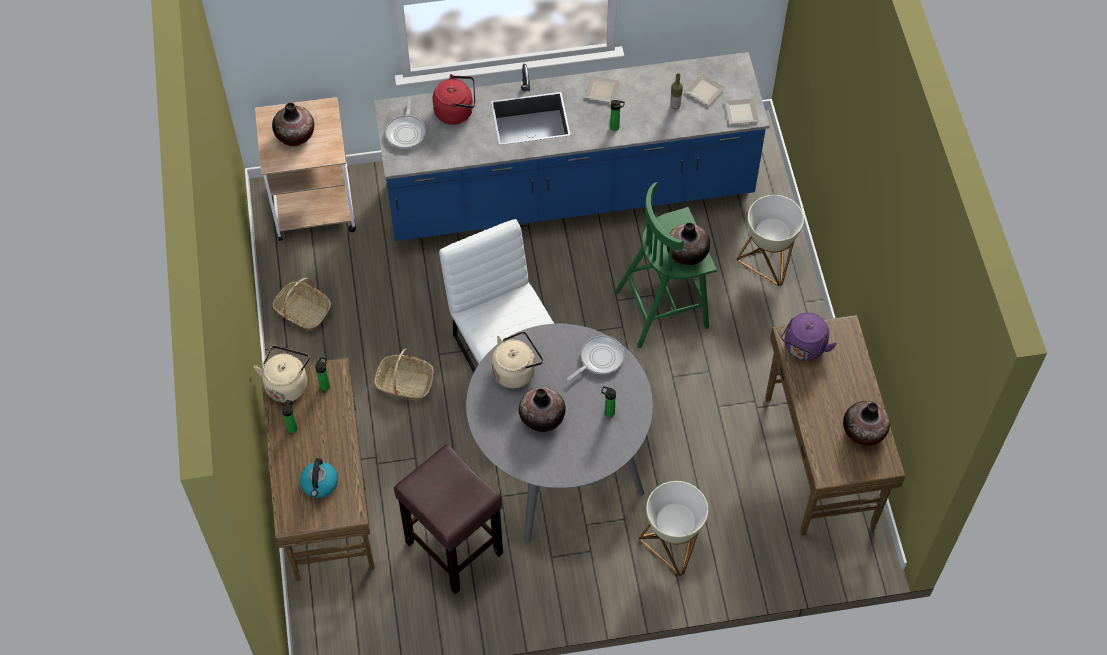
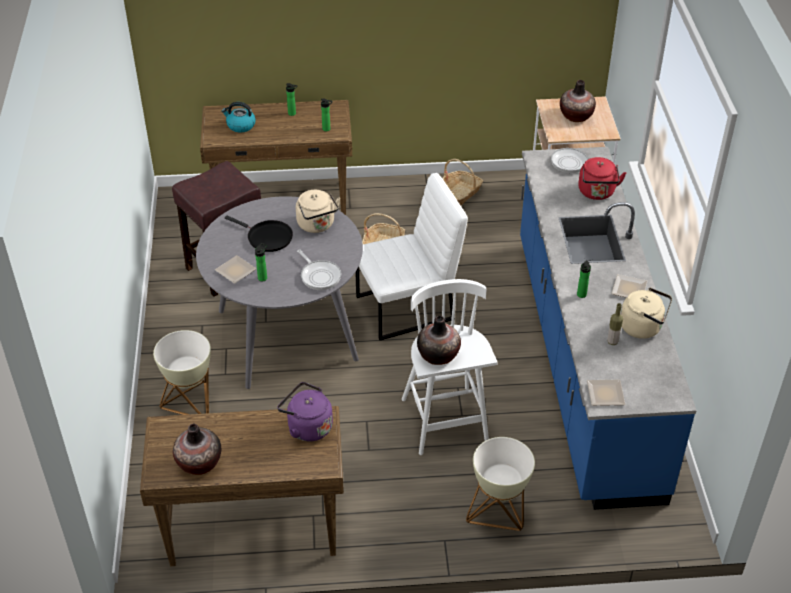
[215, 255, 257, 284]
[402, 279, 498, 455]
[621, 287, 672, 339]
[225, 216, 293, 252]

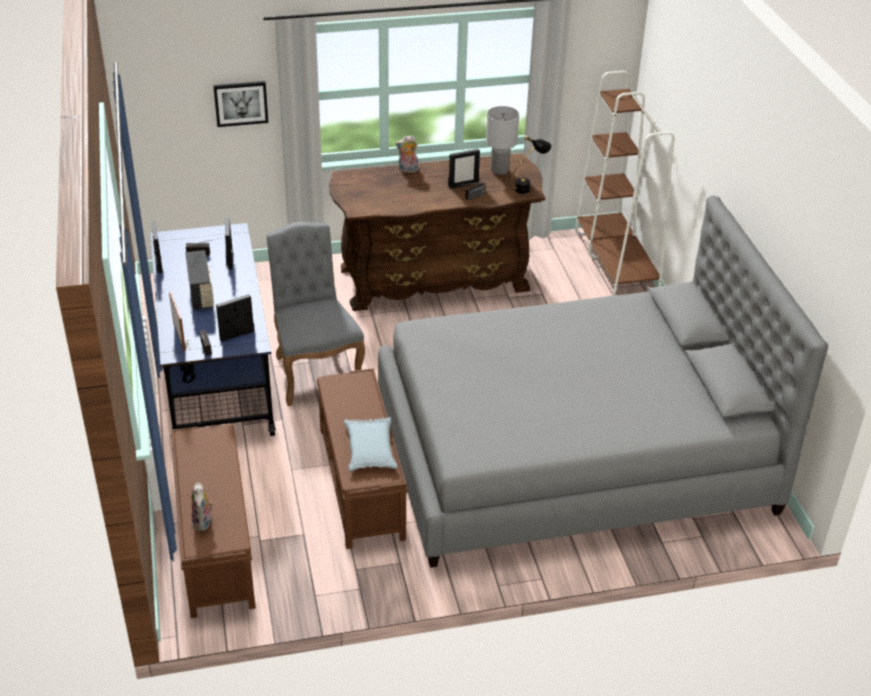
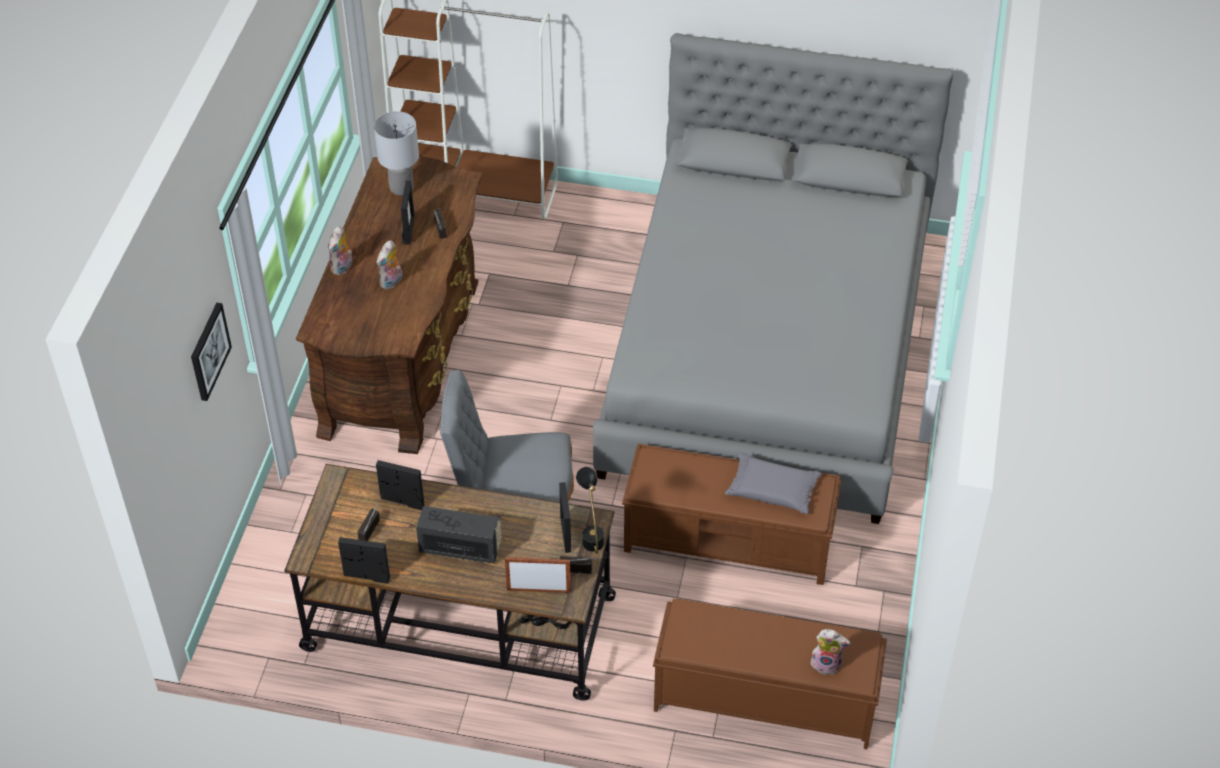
[576, 467, 604, 554]
[284, 464, 616, 701]
[725, 453, 822, 514]
[376, 240, 402, 289]

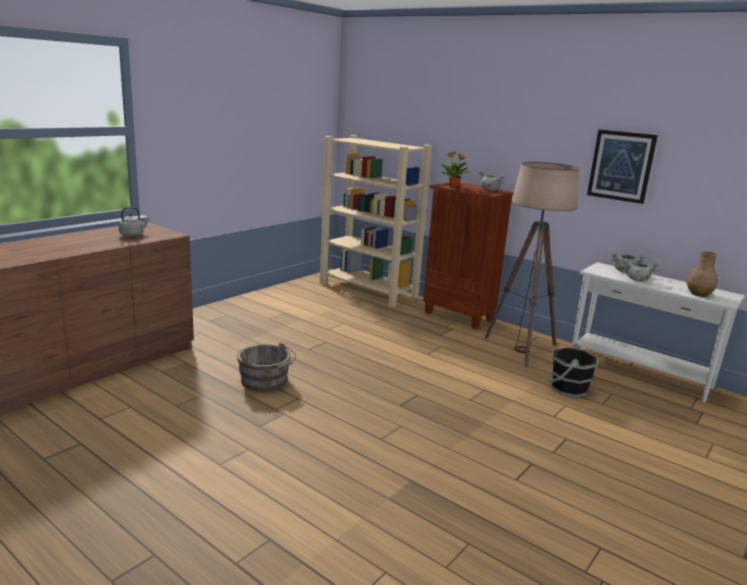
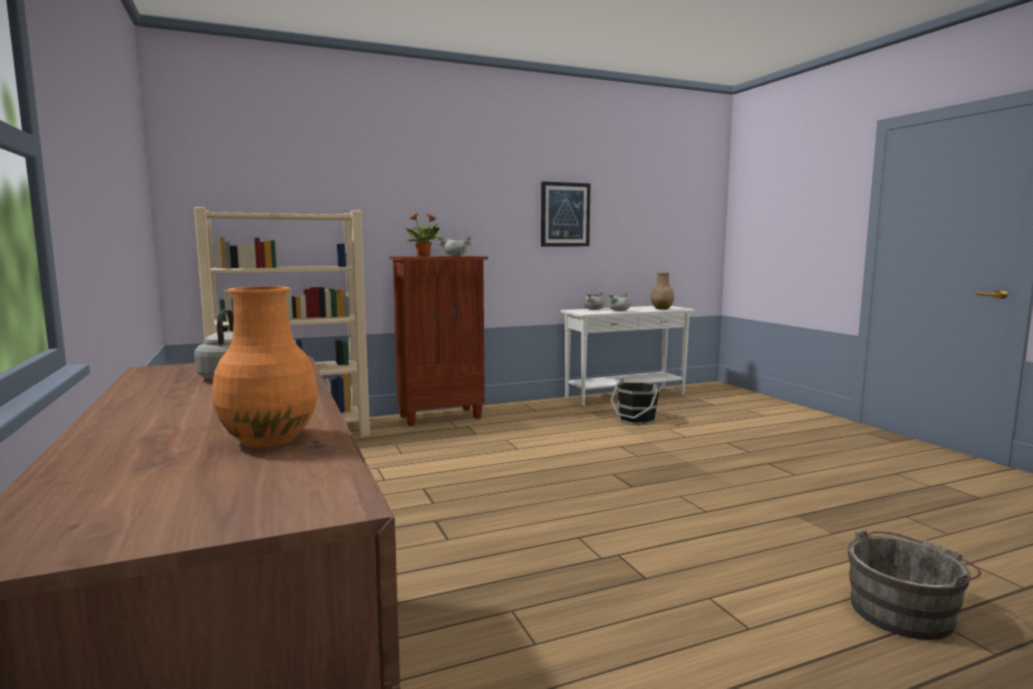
[485, 162, 579, 367] (first image)
[847, 529, 981, 640]
[212, 286, 318, 448]

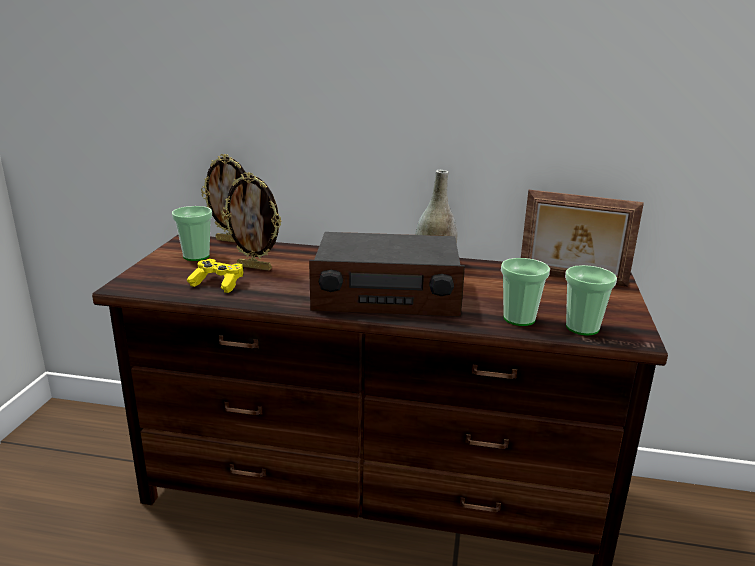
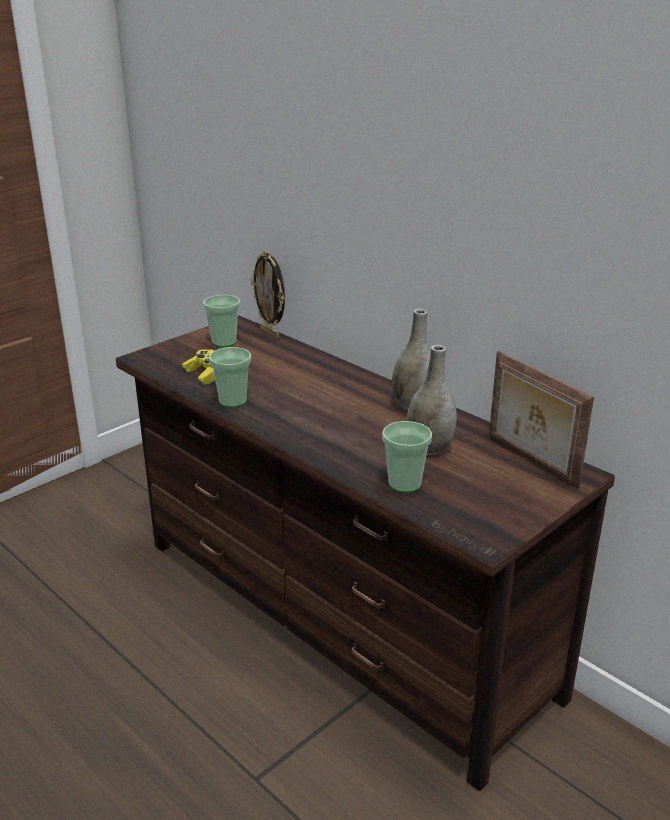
[221, 172, 281, 271] (first image)
[309, 232, 465, 317] (first image)
[209, 347, 251, 408]
[406, 345, 457, 455]

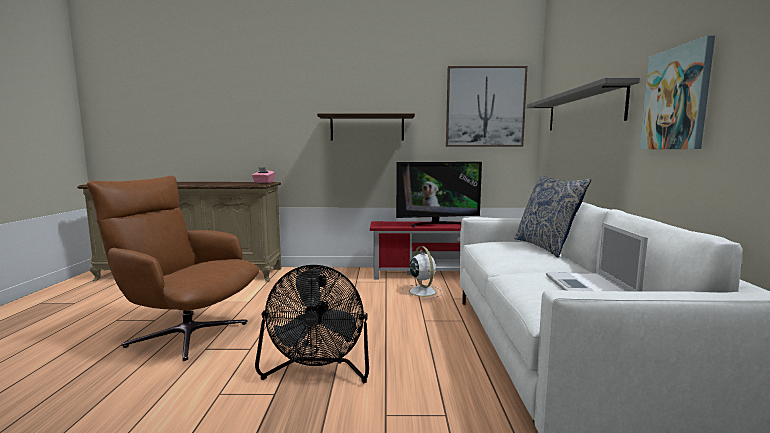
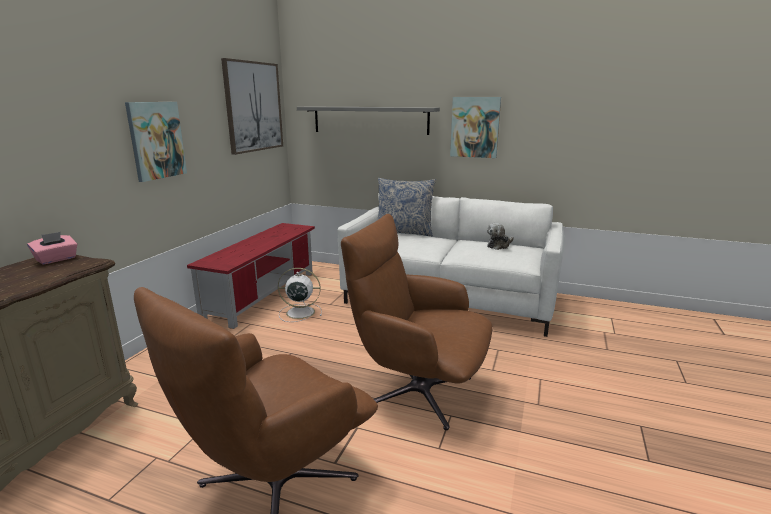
[125, 102, 187, 182]
[396, 162, 482, 227] (first image)
[487, 223, 514, 250]
[341, 214, 493, 430]

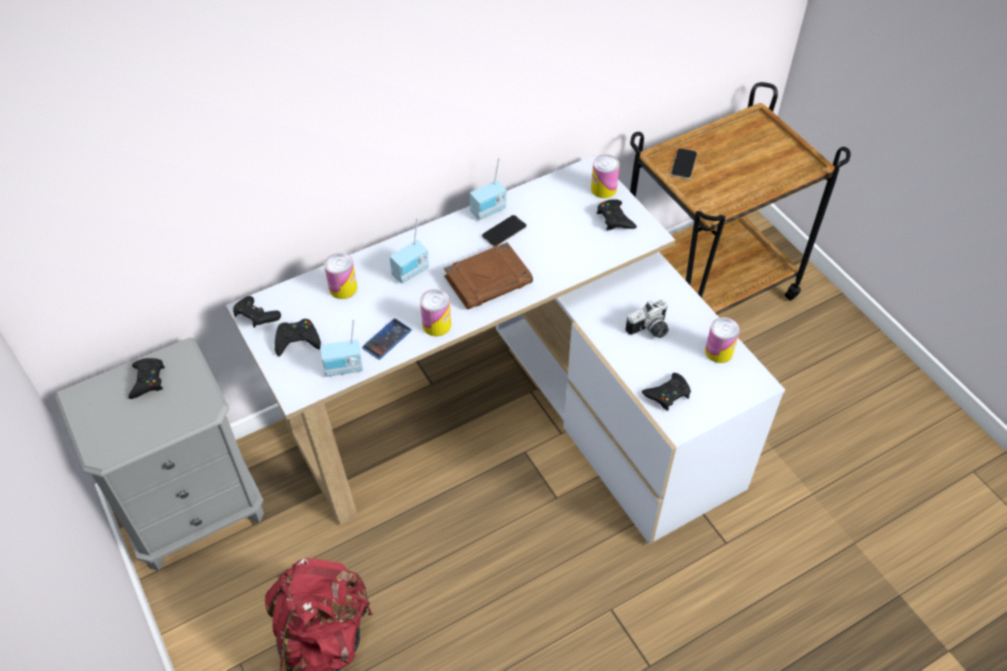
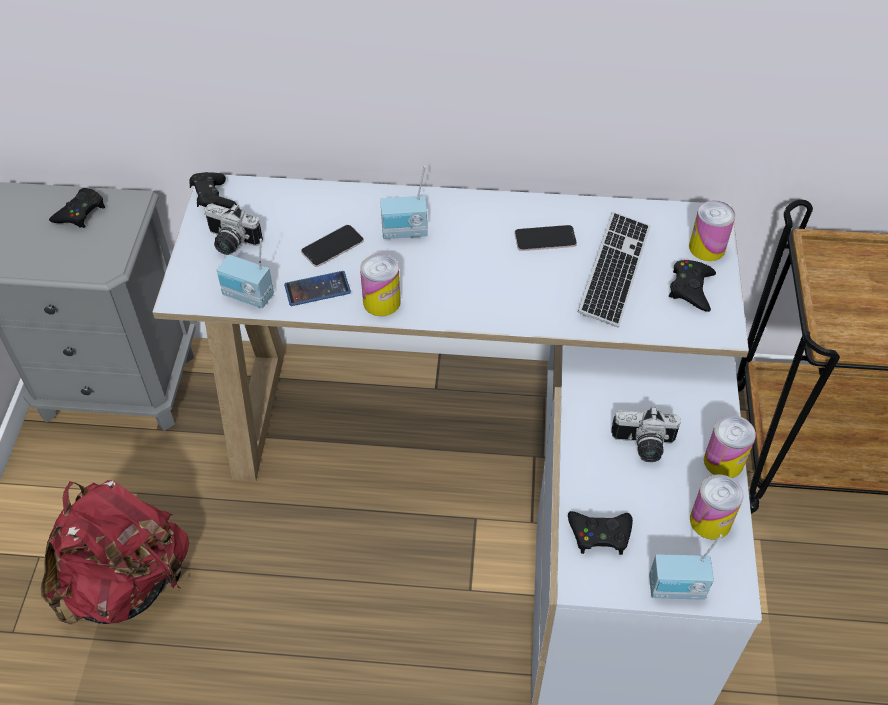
[301, 225, 364, 267]
[649, 534, 723, 600]
[444, 242, 533, 310] (first image)
[704, 415, 756, 478]
[204, 203, 263, 255]
[578, 212, 651, 327]

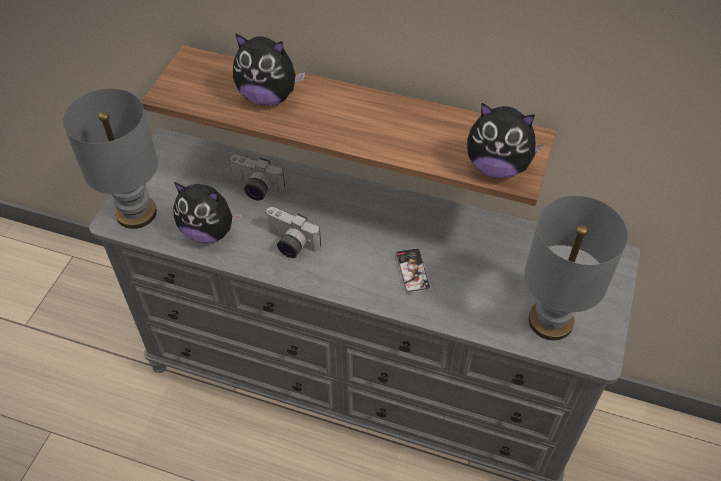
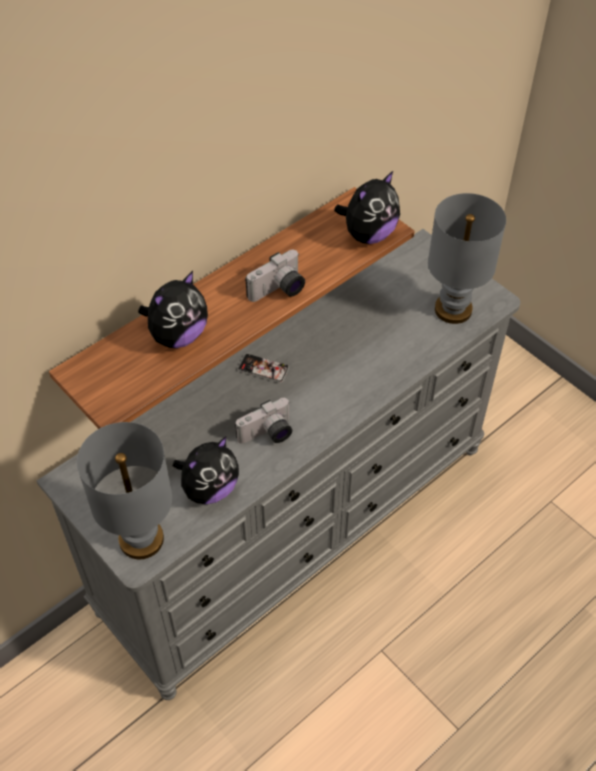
[245, 250, 305, 302]
[238, 354, 289, 383]

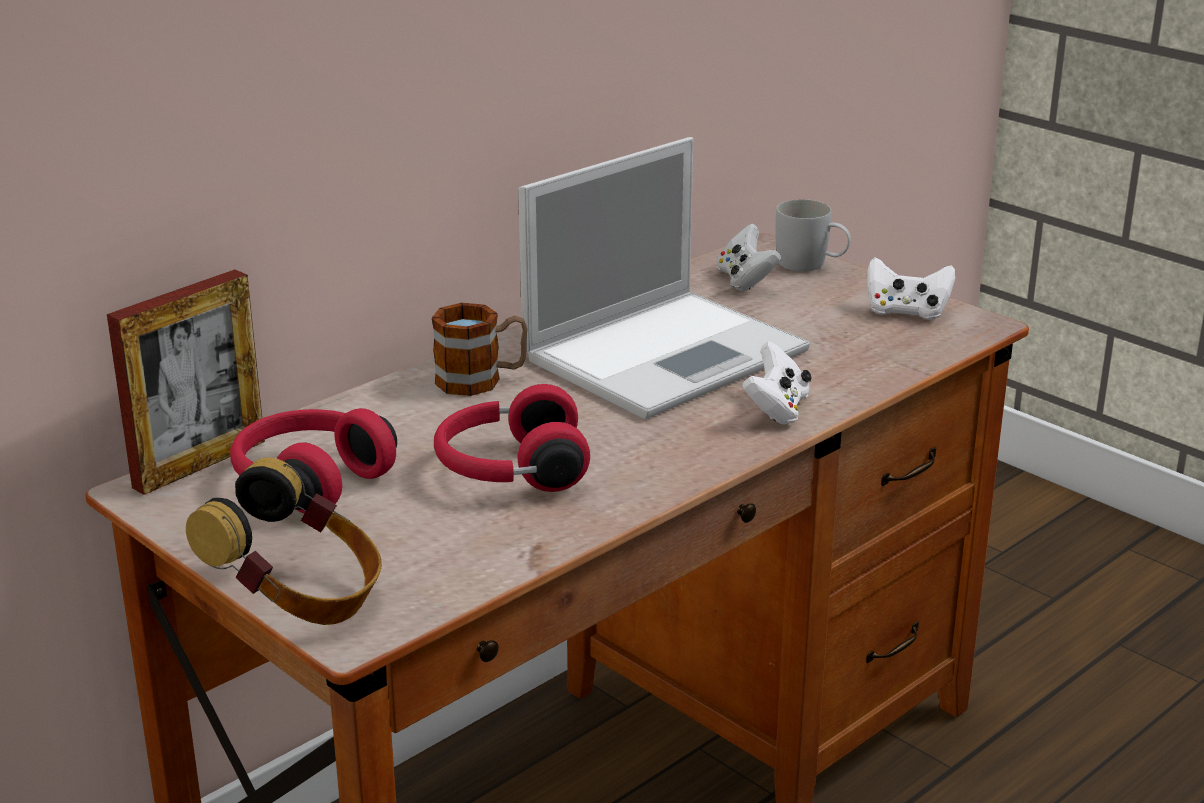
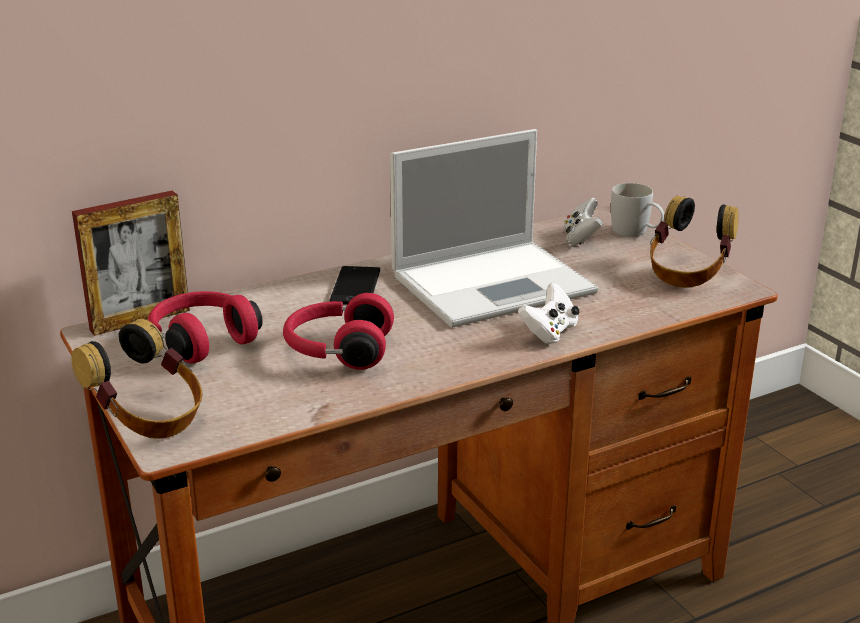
[650, 196, 738, 288]
[330, 266, 380, 305]

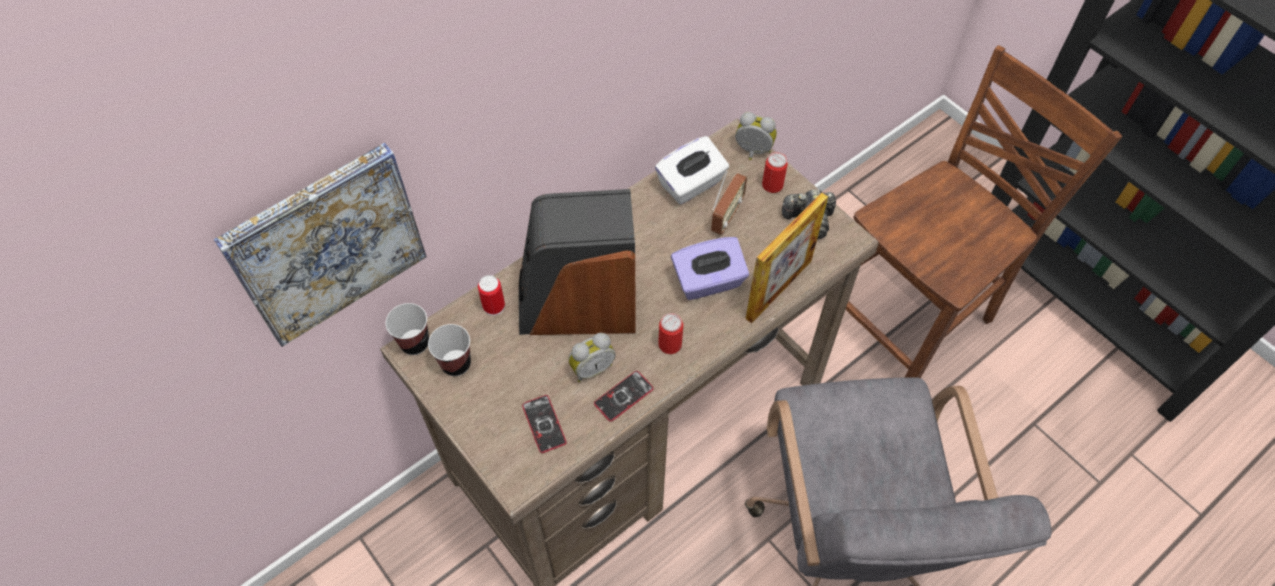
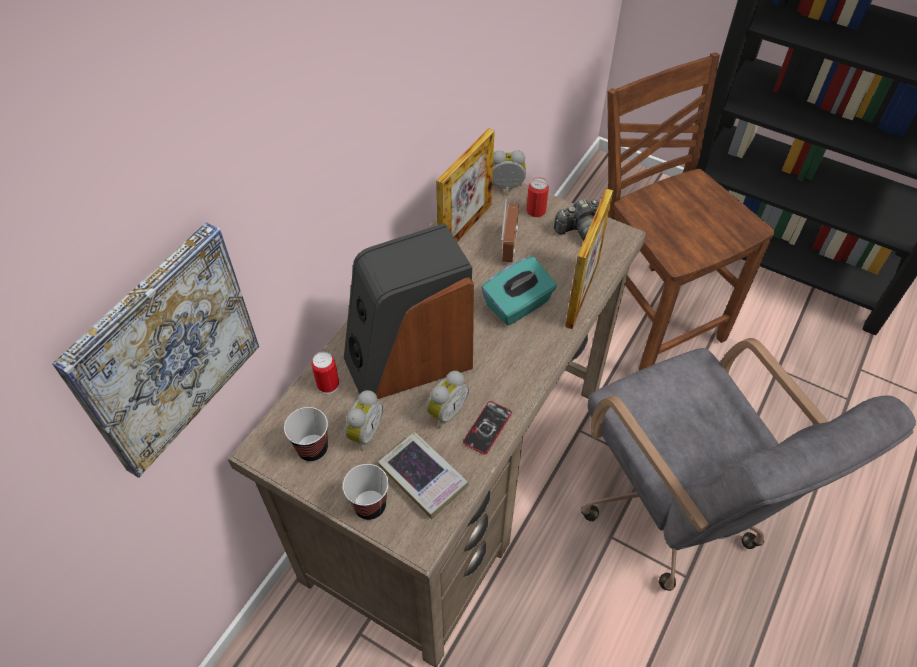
[607, 53, 775, 371]
[436, 128, 495, 242]
[481, 256, 557, 325]
[343, 464, 389, 520]
[658, 313, 683, 354] (first image)
[378, 432, 469, 519]
[345, 390, 383, 451]

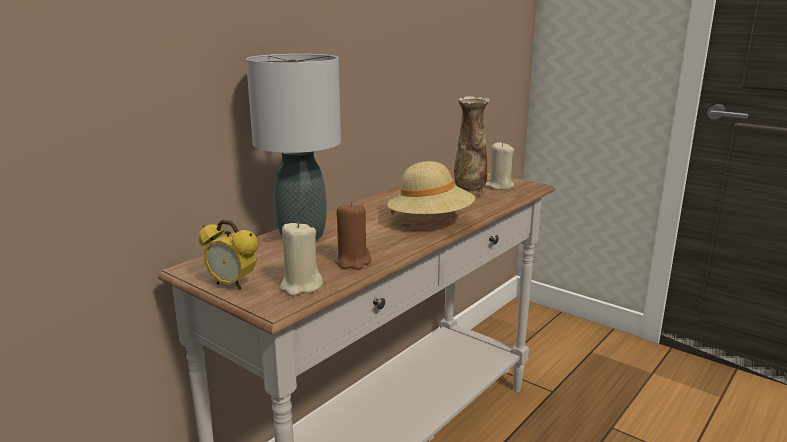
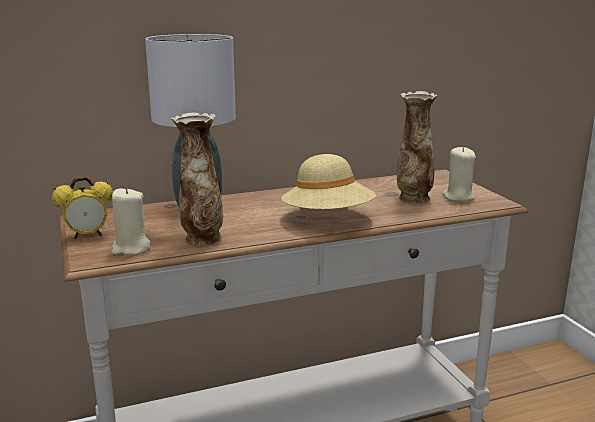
[171, 112, 223, 246]
[52, 176, 113, 239]

